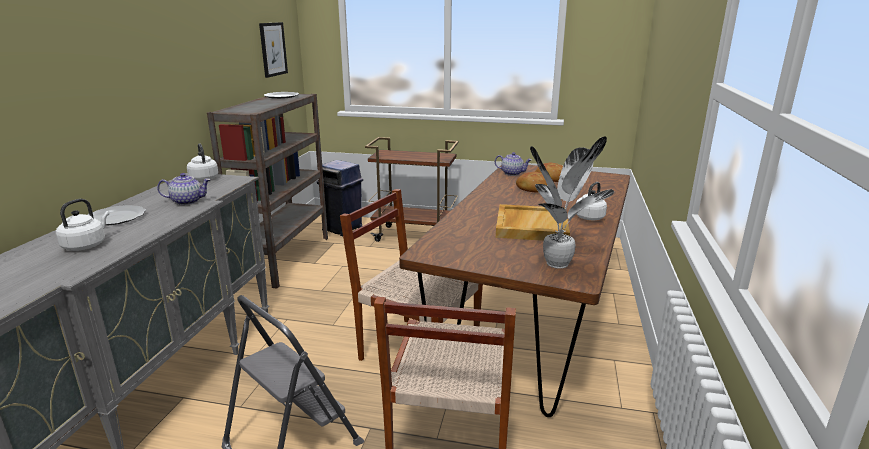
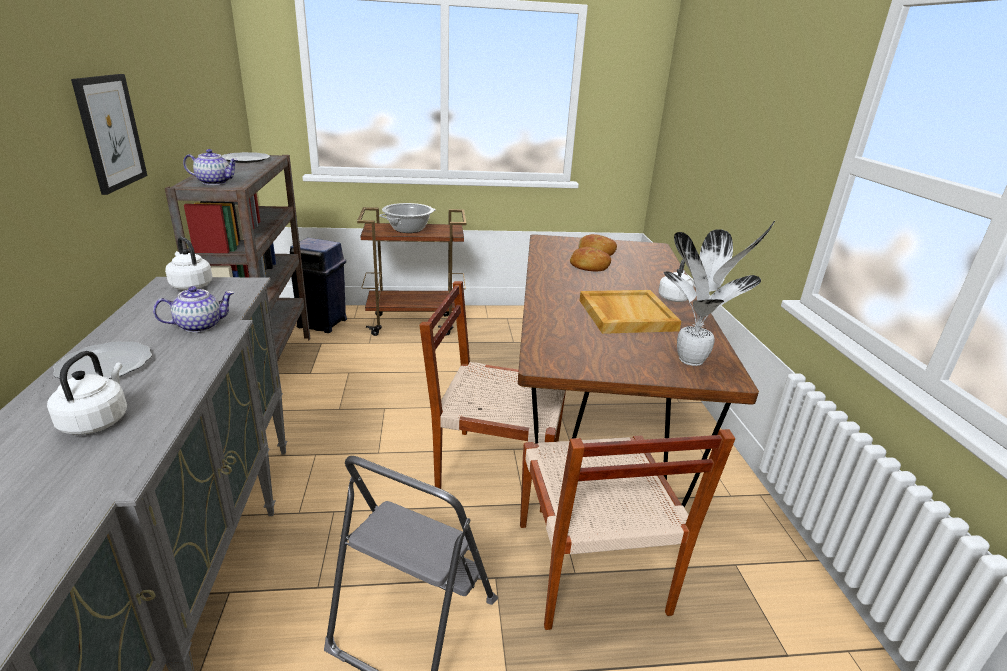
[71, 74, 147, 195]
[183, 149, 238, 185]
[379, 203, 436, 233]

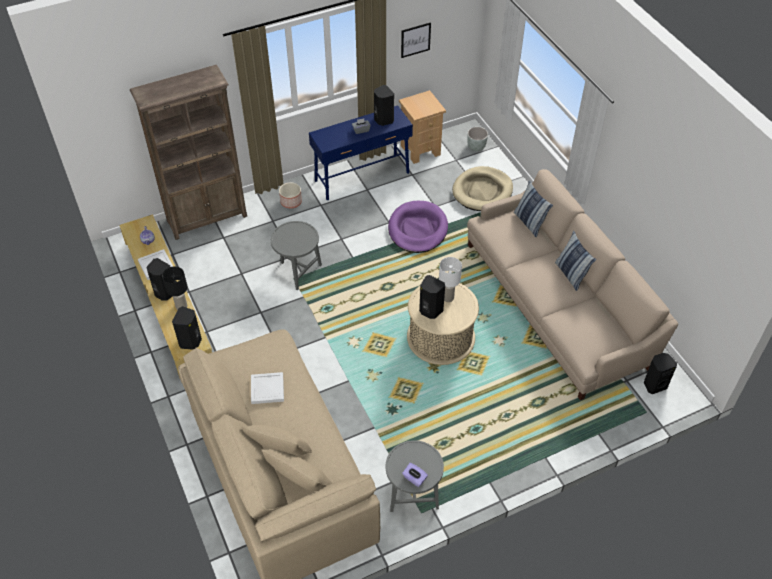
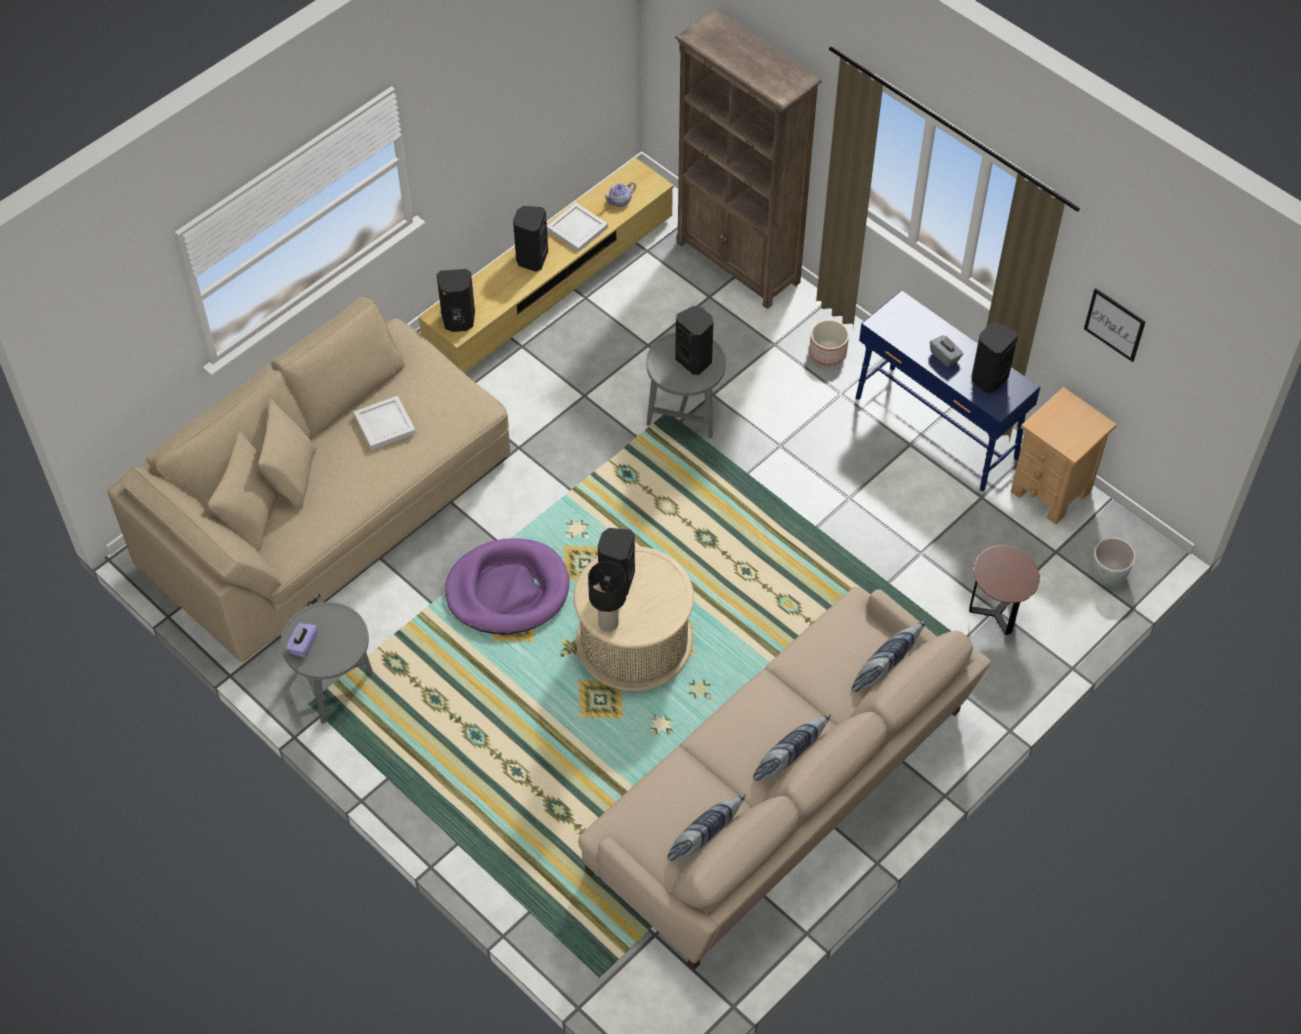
[969, 545, 1040, 635]
[445, 538, 570, 634]
[439, 257, 462, 302] (first image)
[588, 561, 626, 632]
[675, 306, 713, 375]
[667, 794, 745, 861]

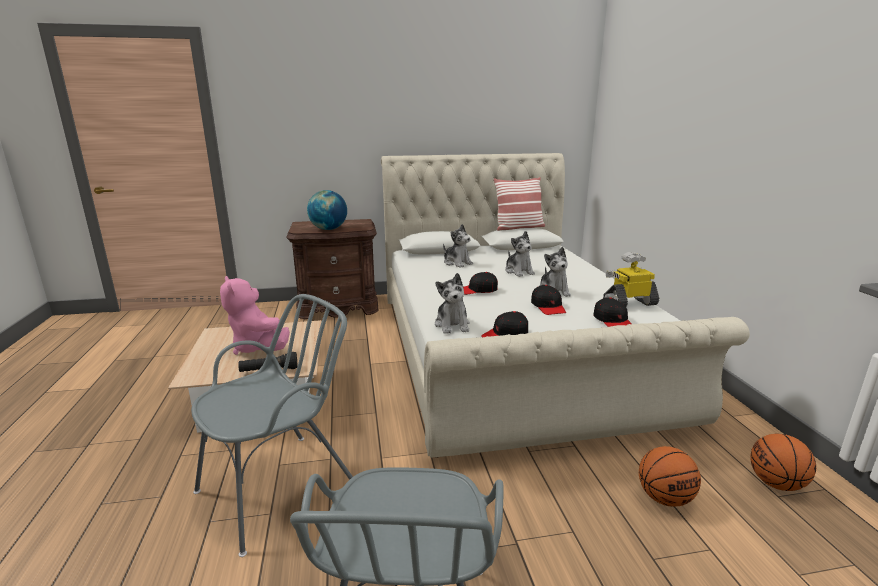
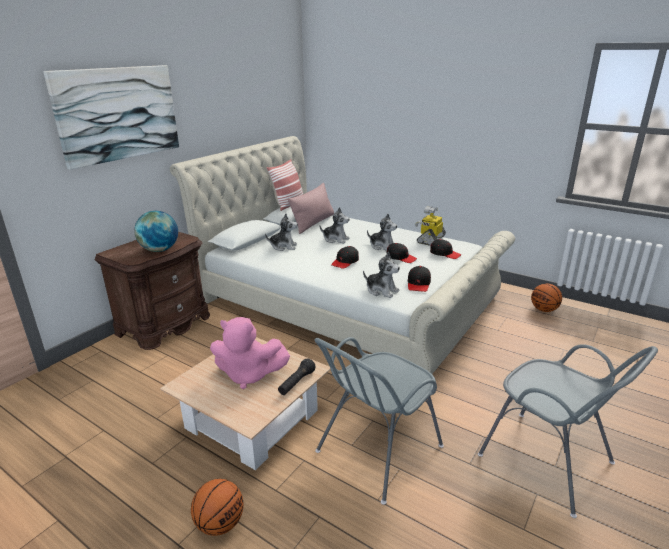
[315, 337, 444, 505]
[191, 479, 244, 536]
[43, 65, 179, 170]
[288, 183, 334, 234]

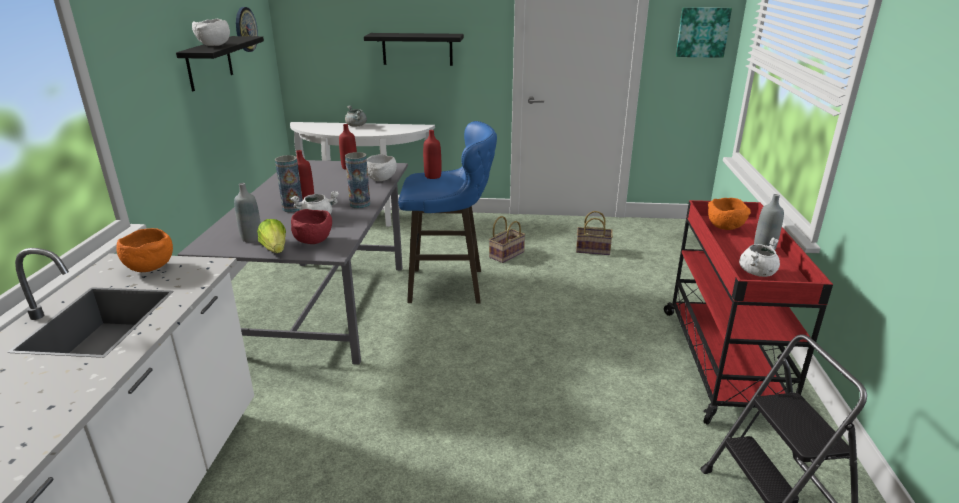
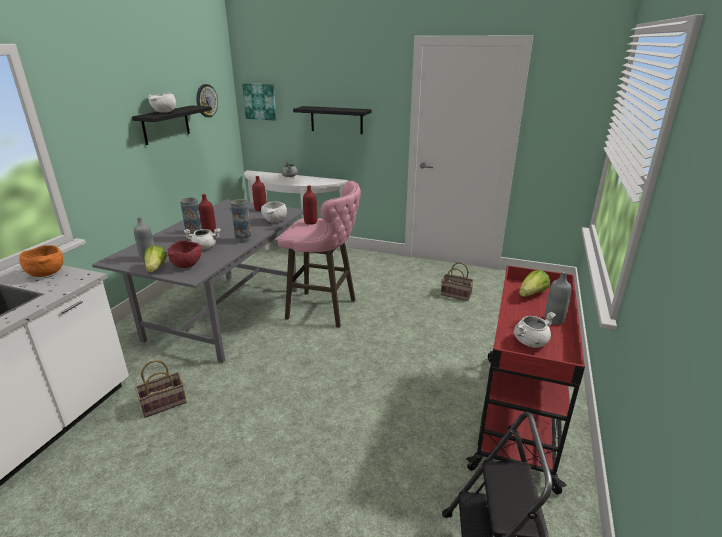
[242, 83, 276, 121]
[277, 181, 361, 328]
[519, 270, 550, 297]
[135, 360, 187, 418]

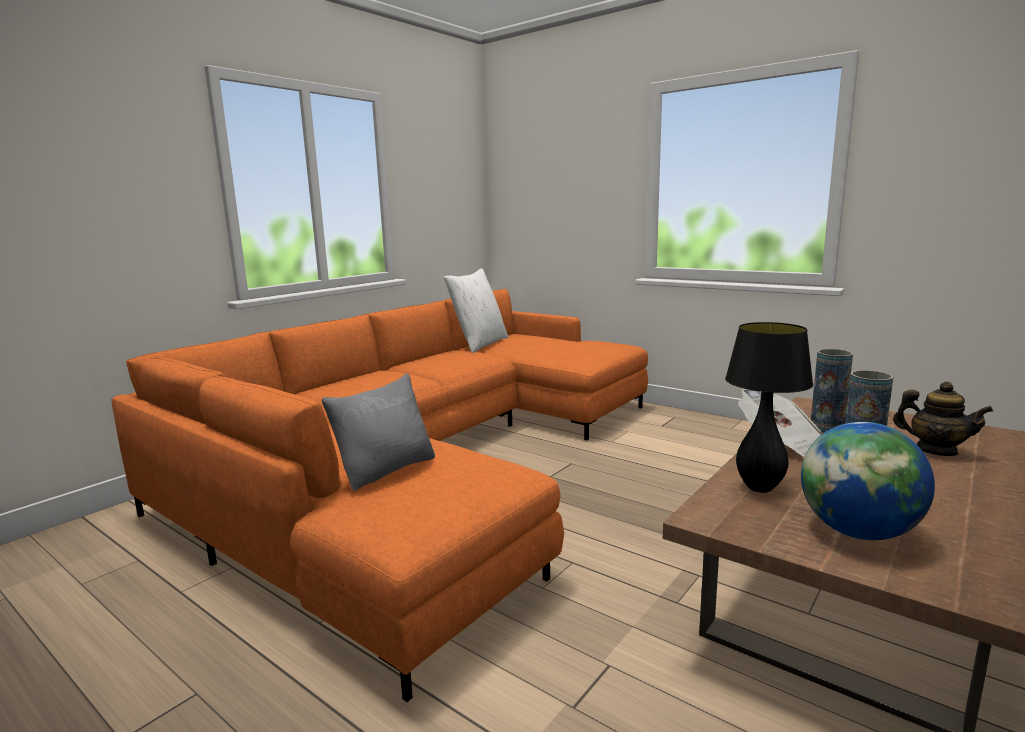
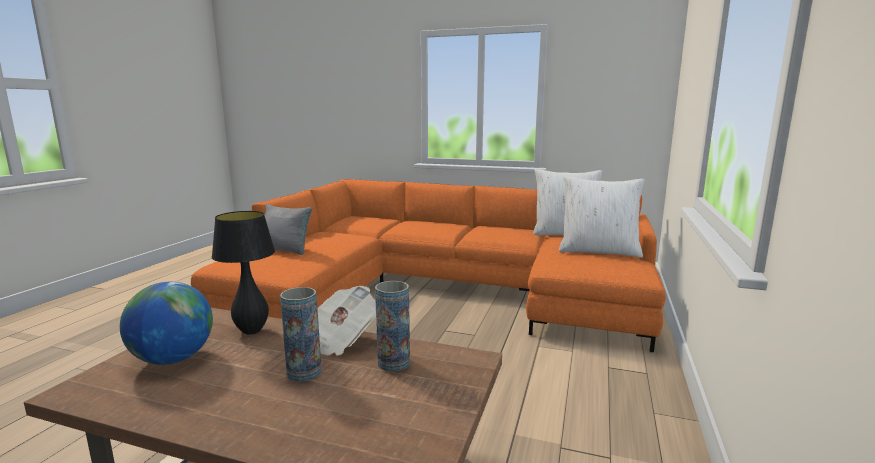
[893, 382, 993, 456] (first image)
[559, 176, 645, 258]

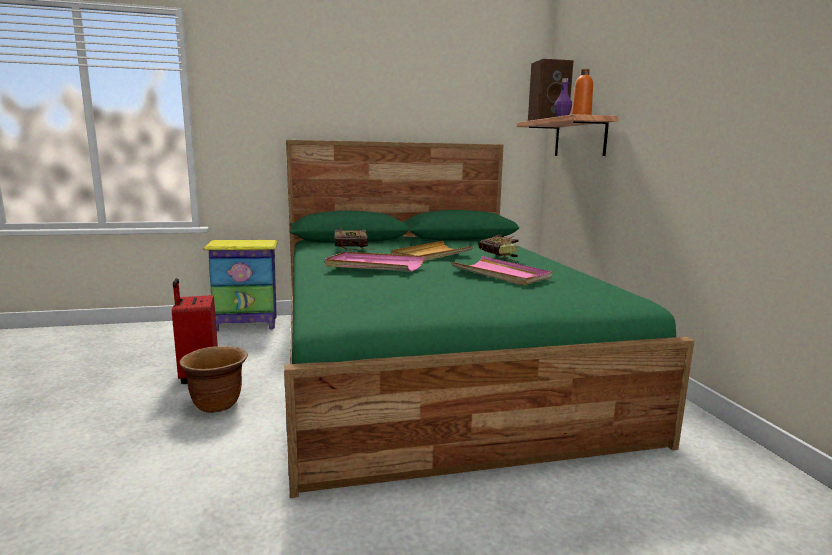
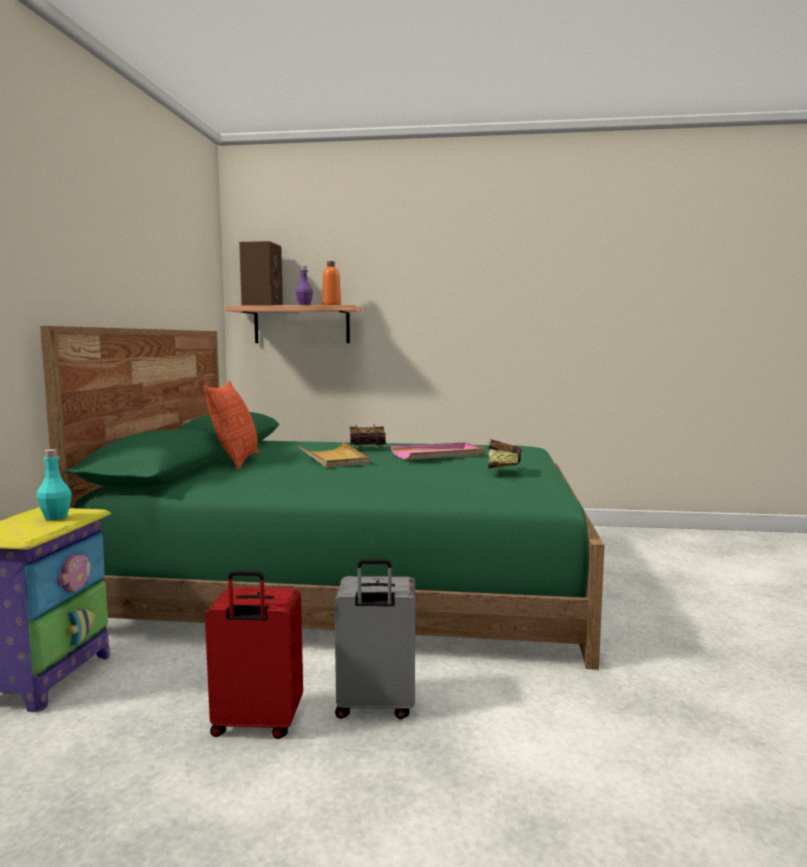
[488, 439, 521, 469]
[325, 252, 425, 272] (first image)
[334, 559, 415, 719]
[204, 381, 259, 470]
[37, 449, 72, 520]

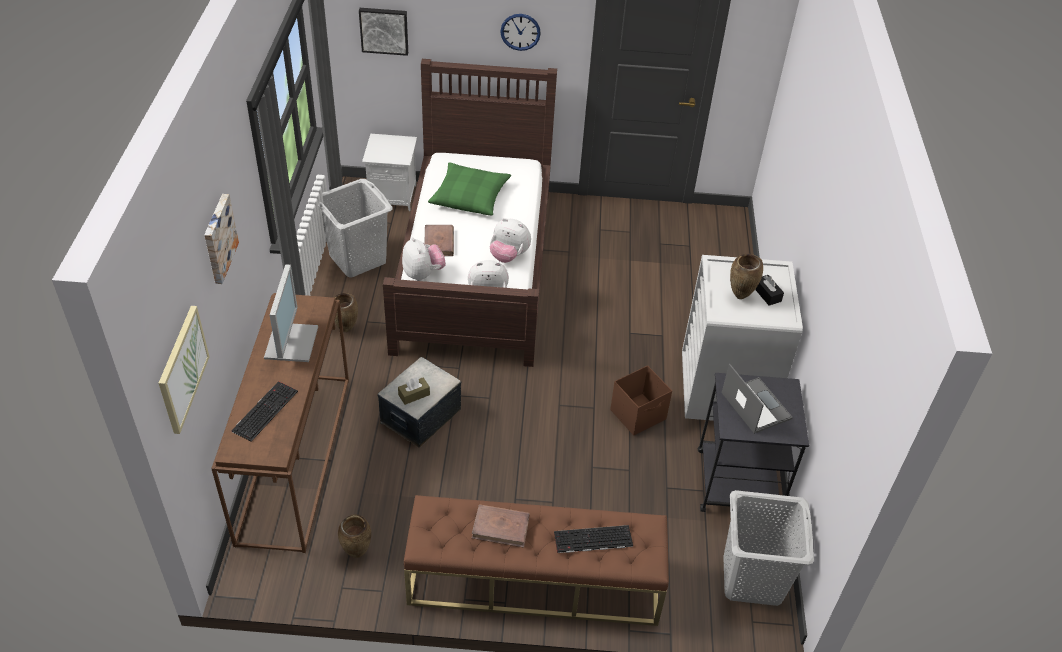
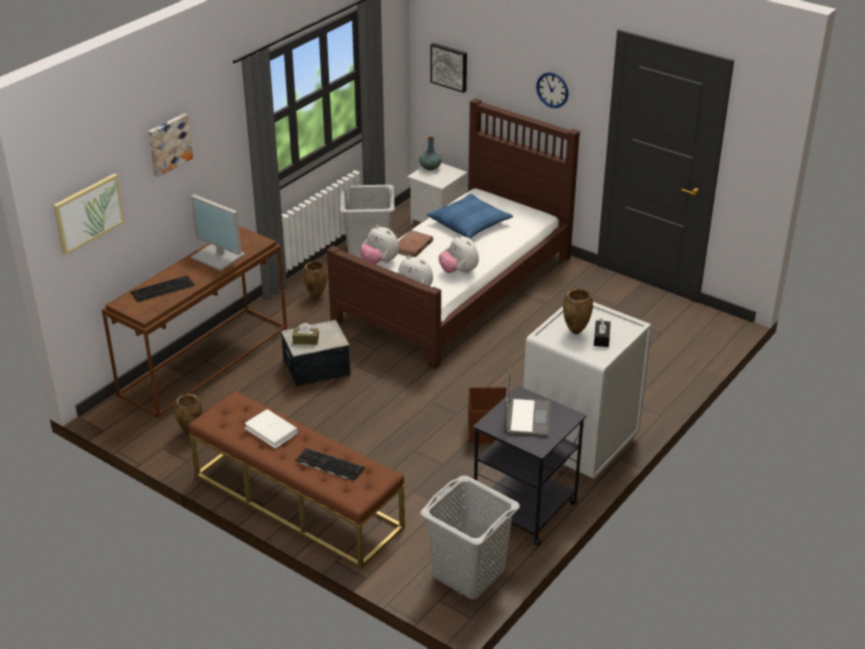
[427, 194, 513, 238]
[360, 225, 399, 264]
[191, 194, 245, 271]
[244, 409, 298, 448]
[419, 137, 442, 171]

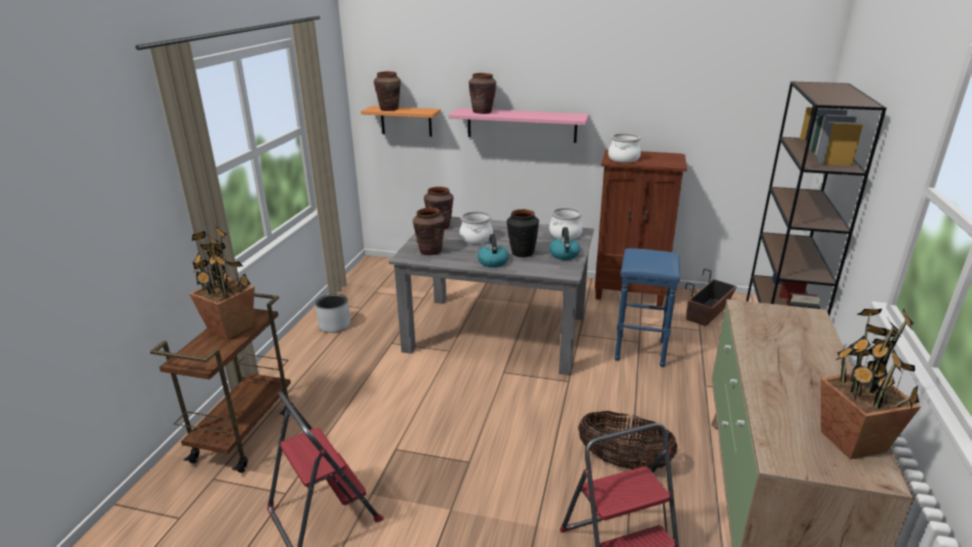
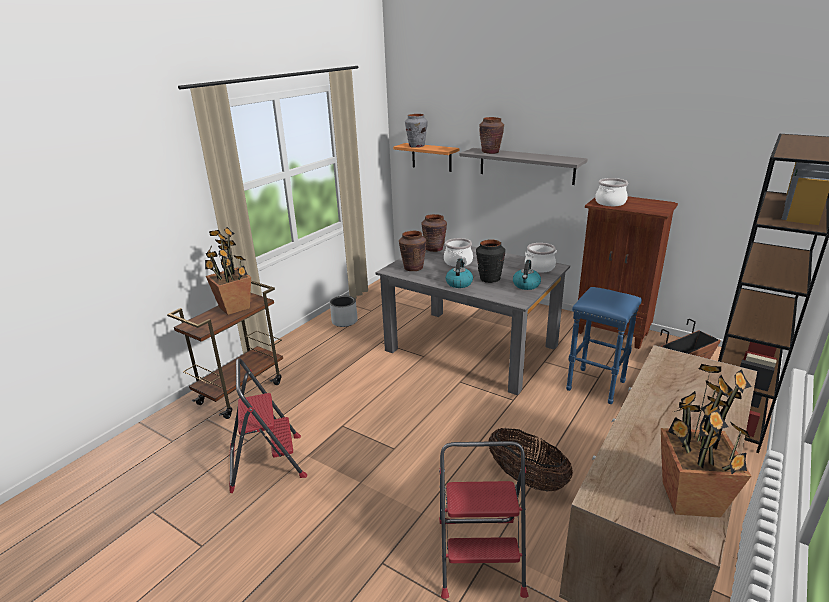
[405, 114, 428, 148]
[459, 148, 588, 185]

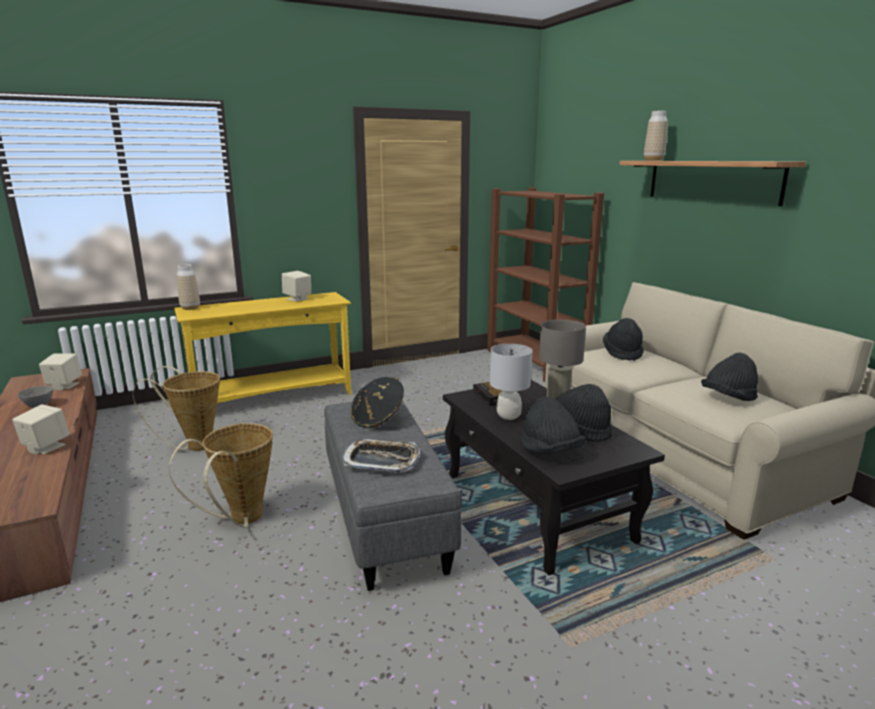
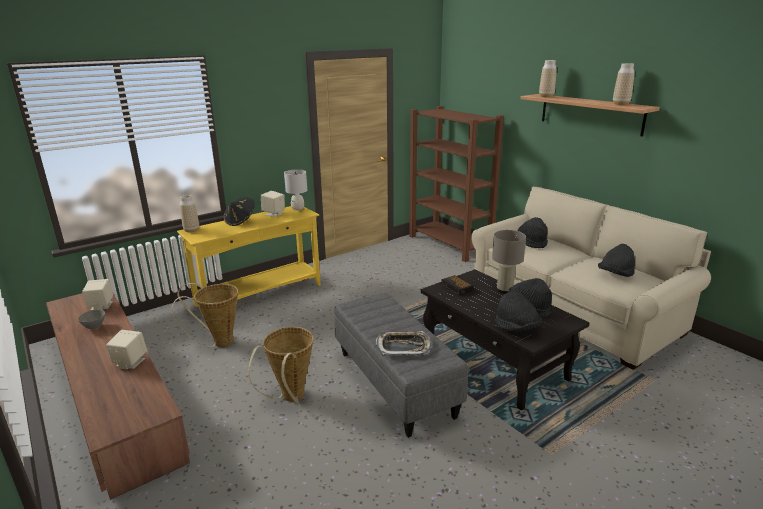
[284, 169, 307, 210]
[224, 197, 255, 226]
[613, 63, 635, 105]

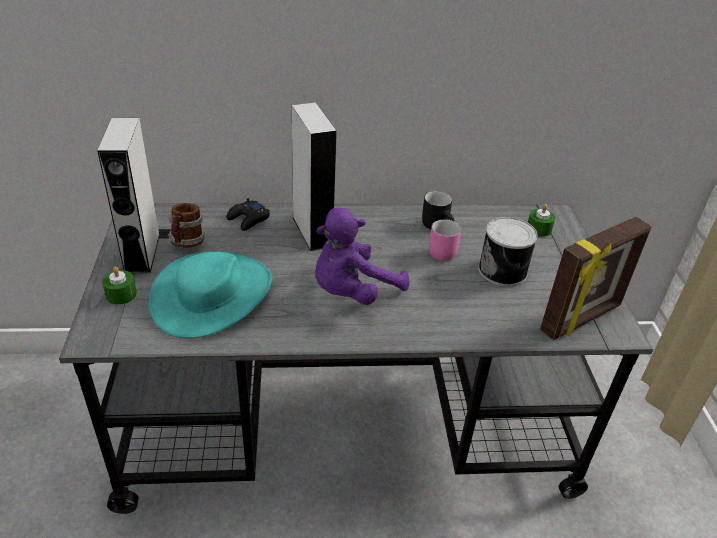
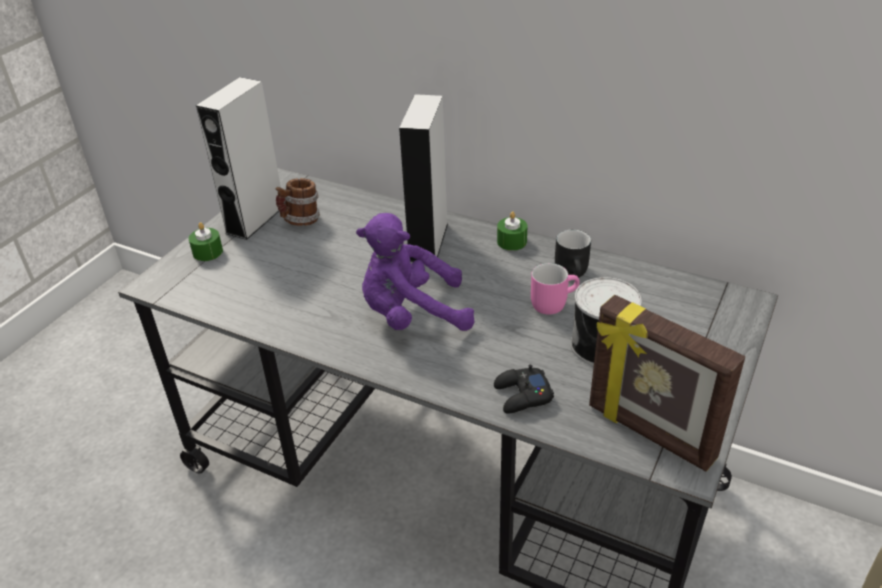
[494, 365, 554, 414]
[497, 212, 528, 251]
[589, 295, 745, 471]
[149, 251, 272, 338] (first image)

